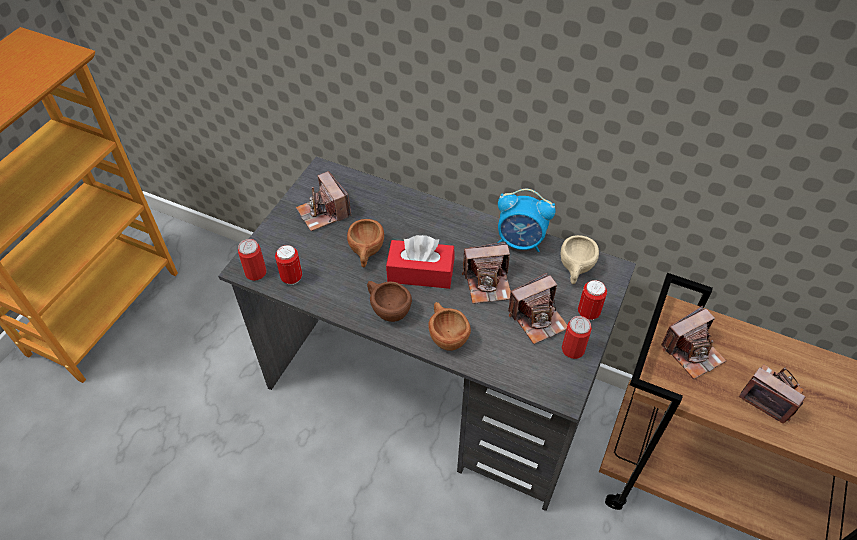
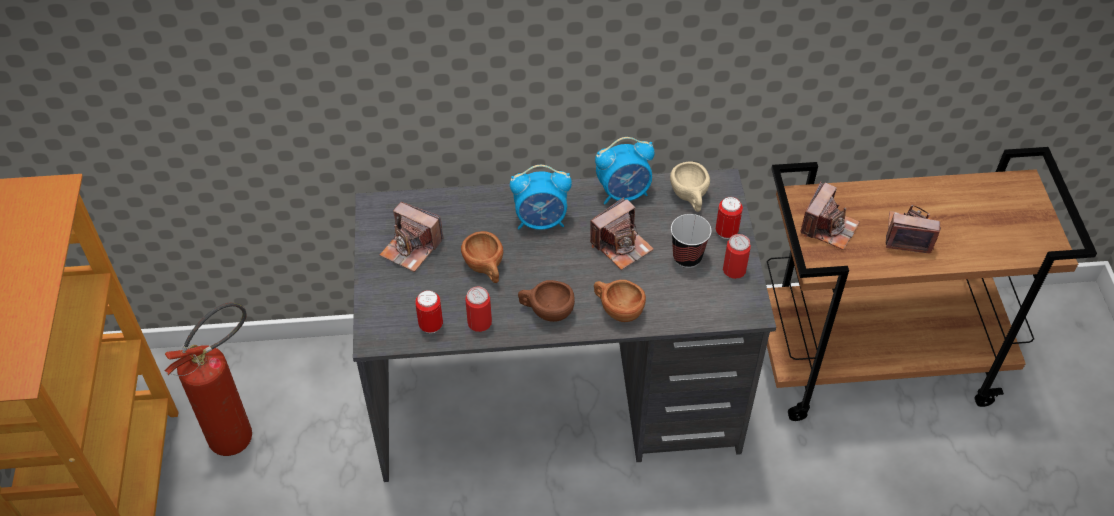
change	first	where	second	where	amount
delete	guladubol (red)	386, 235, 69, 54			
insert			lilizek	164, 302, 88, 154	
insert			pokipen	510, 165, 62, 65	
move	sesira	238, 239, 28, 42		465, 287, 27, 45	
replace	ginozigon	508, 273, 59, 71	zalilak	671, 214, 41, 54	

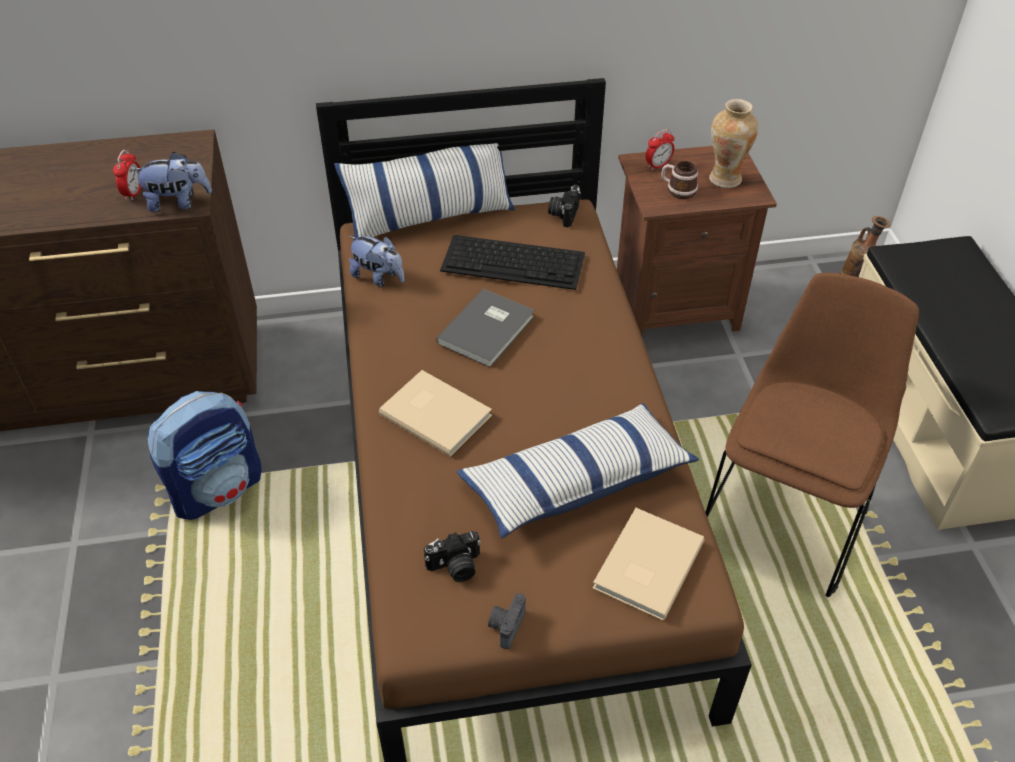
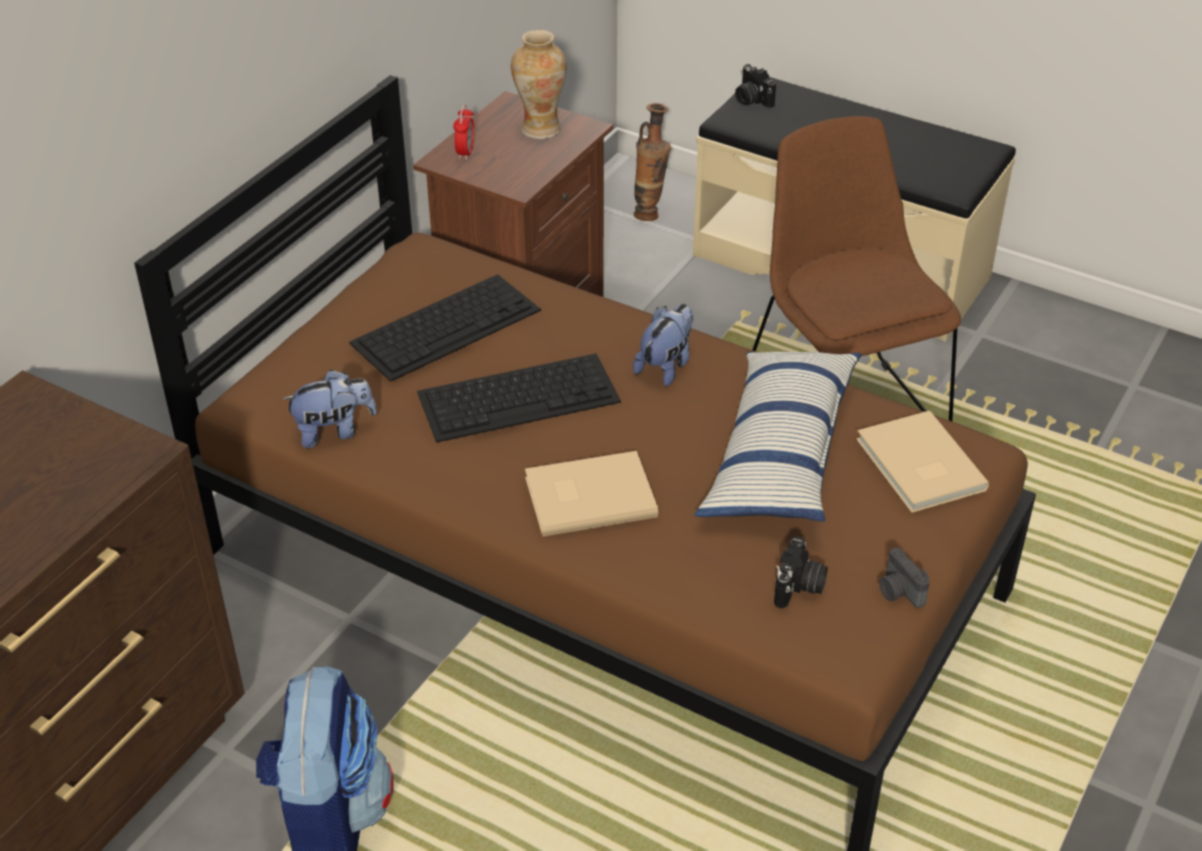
change	first	where	second	where	amount
delete	pokipen	113, 150, 29, 51			
delete	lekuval	334, 143, 181, 96			
delete	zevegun	661, 161, 37, 38			
move	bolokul	131, 152, 81, 61		633, 304, 60, 82	
move	ginozigon	548, 185, 33, 42		735, 64, 41, 44	
replace	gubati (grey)	436, 289, 99, 78	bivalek	417, 354, 204, 89	

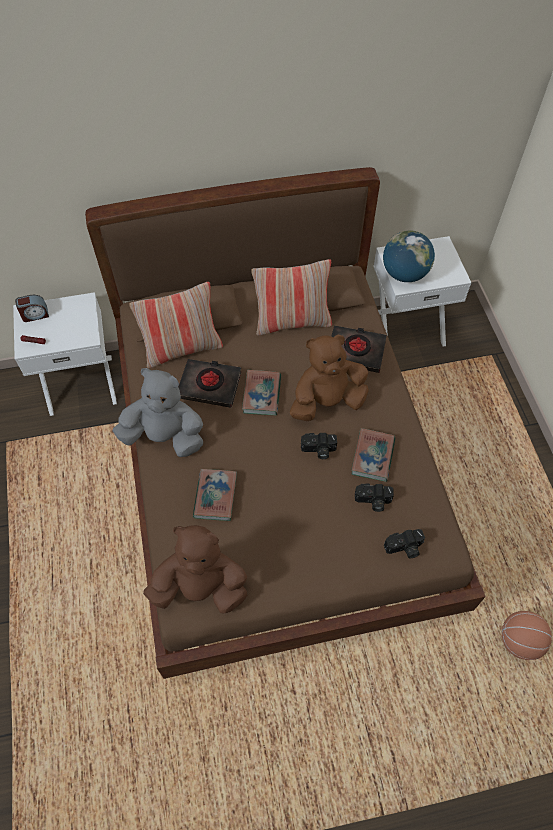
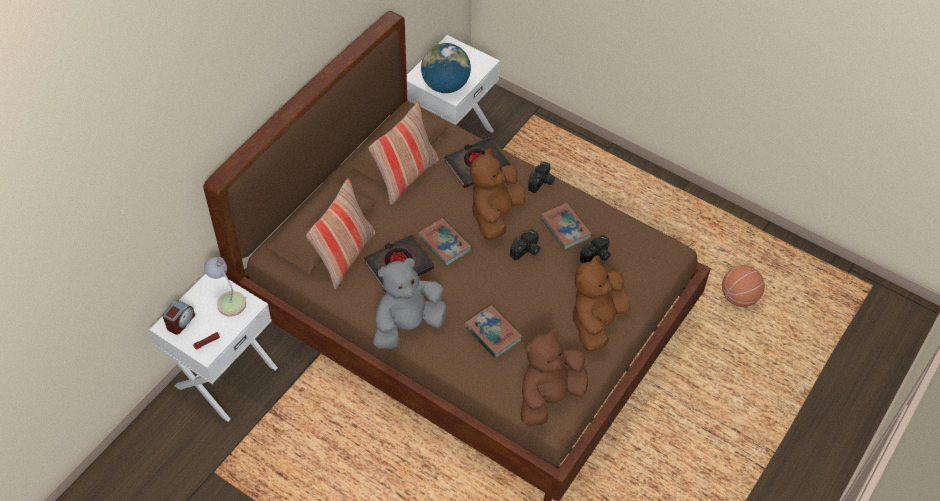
change	first	where	second	where	amount
insert			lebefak	204, 257, 42, 60	
insert			bolokul (brown)	572, 255, 58, 97	
move	ginozigon	384, 529, 41, 29		528, 161, 27, 32	

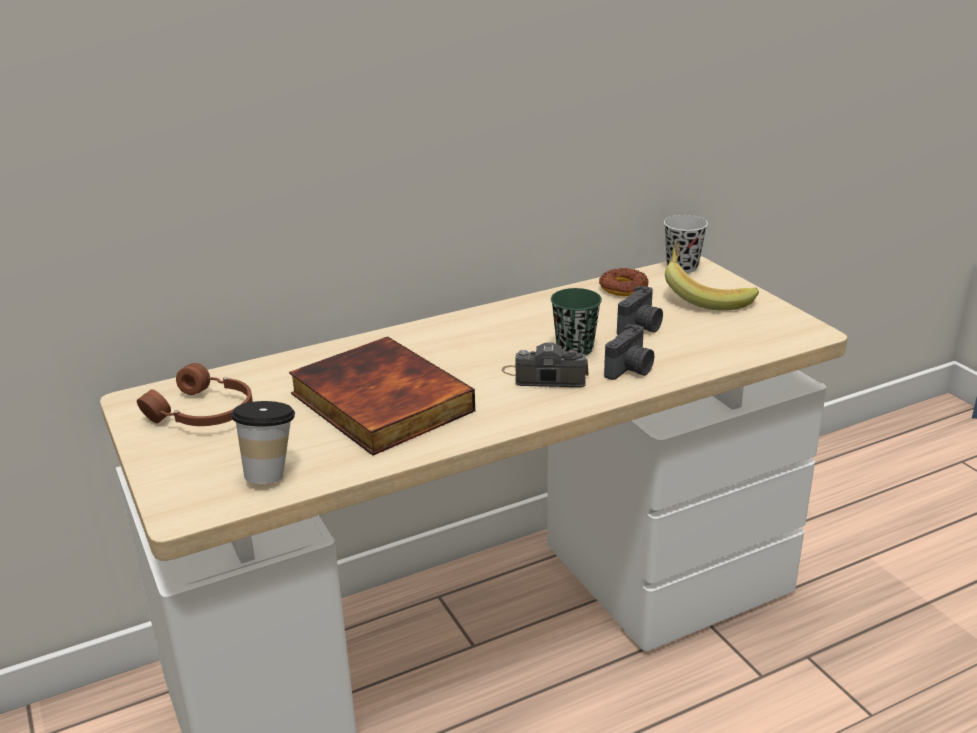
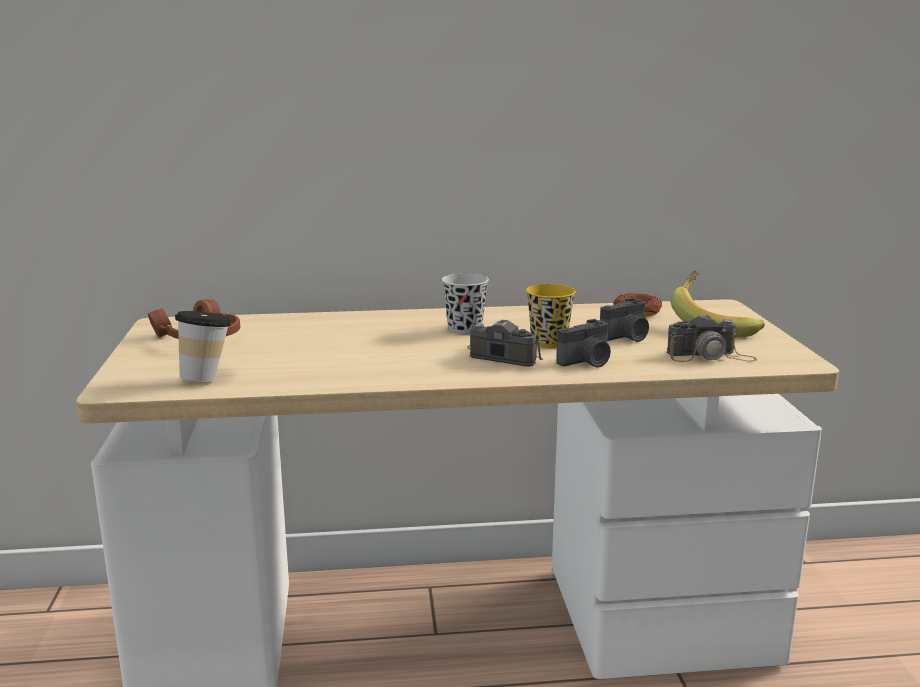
change	first	where	second	where	amount
delete	gubati	289, 336, 186, 119			
insert			ginozigon	667, 314, 91, 48	
move	zalilak (black)	664, 215, 44, 58		442, 273, 47, 61	
recolor	zalilak (green)	551, 288, 51, 67	zalilak (yellow)	526, 284, 50, 64	

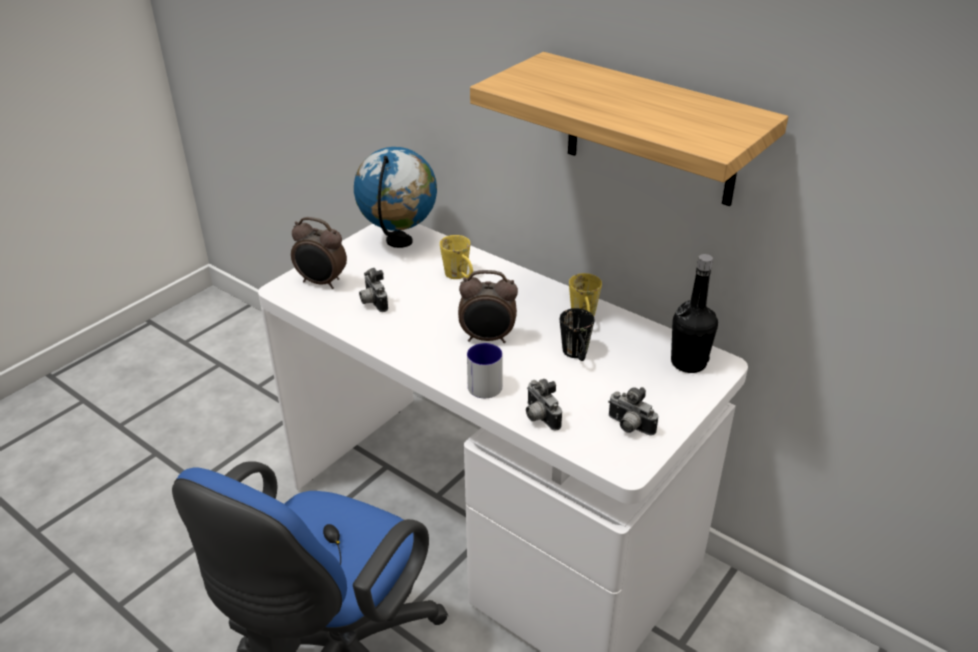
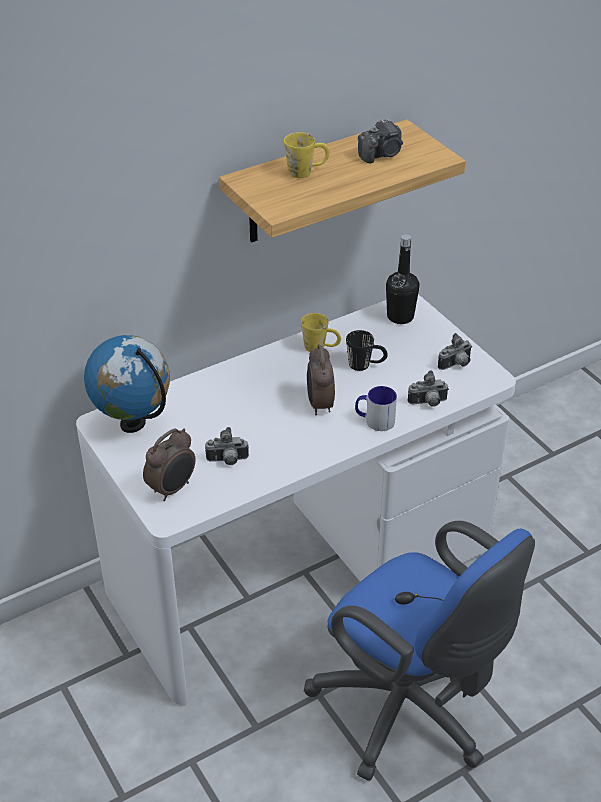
change	first	where	second	where	amount
insert			ginozigon	358, 118, 45, 45	
move	zevegun (yellow)	440, 235, 33, 44		284, 132, 46, 46	
rotate	pokipen	458, 270, 60, 73		307, 344, 28, 71	150 degrees clockwise

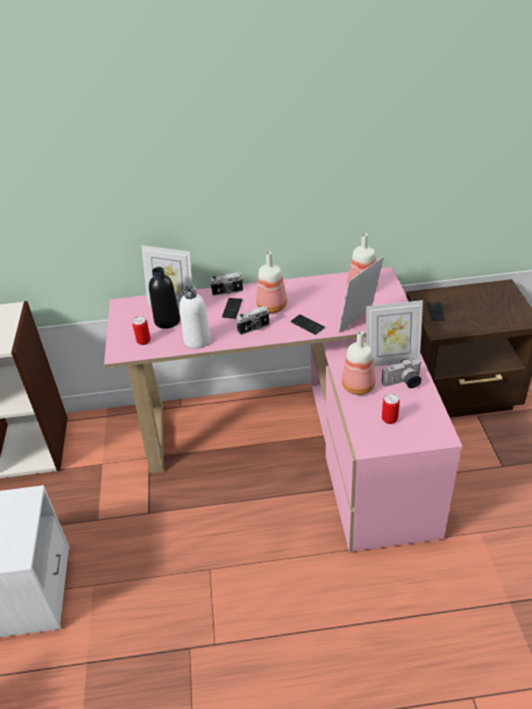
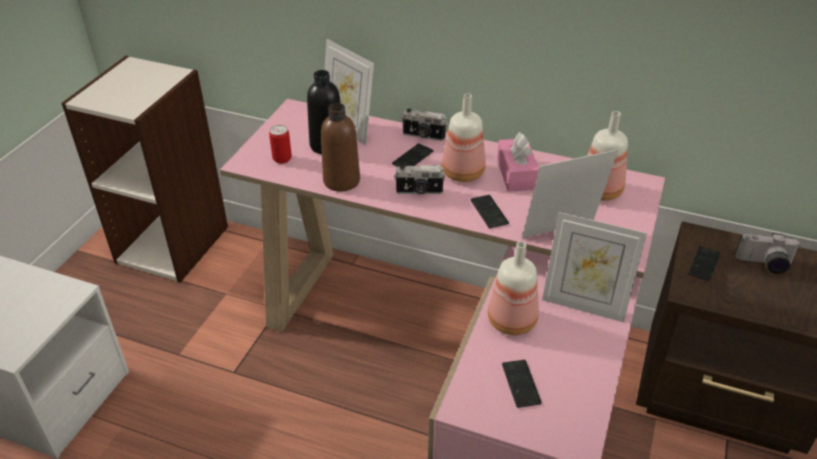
change	first	where	second	where	amount
insert			guladubol (pink)	497, 132, 42, 60	
move	ginozigon	382, 358, 40, 30		735, 233, 65, 41	
replace	sesira	382, 393, 18, 31	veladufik	502, 360, 40, 48	
recolor	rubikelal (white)	179, 285, 32, 64	rubikelal (brown)	321, 103, 39, 89	

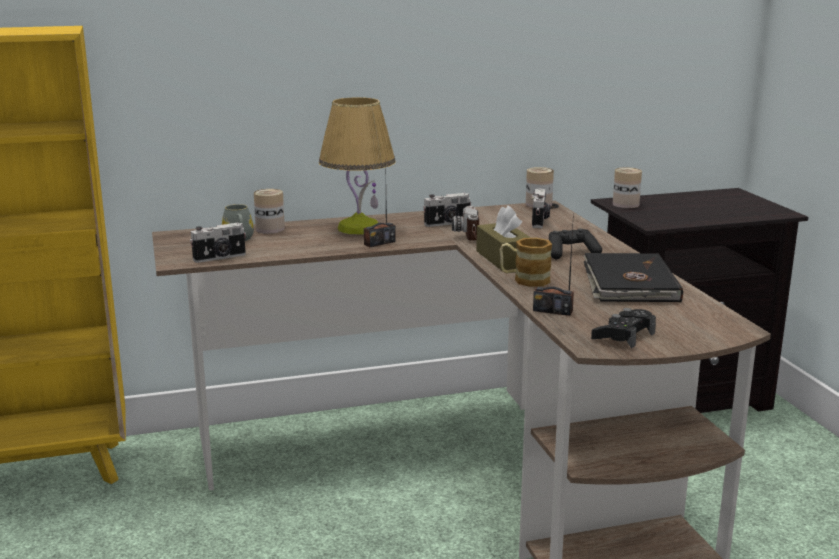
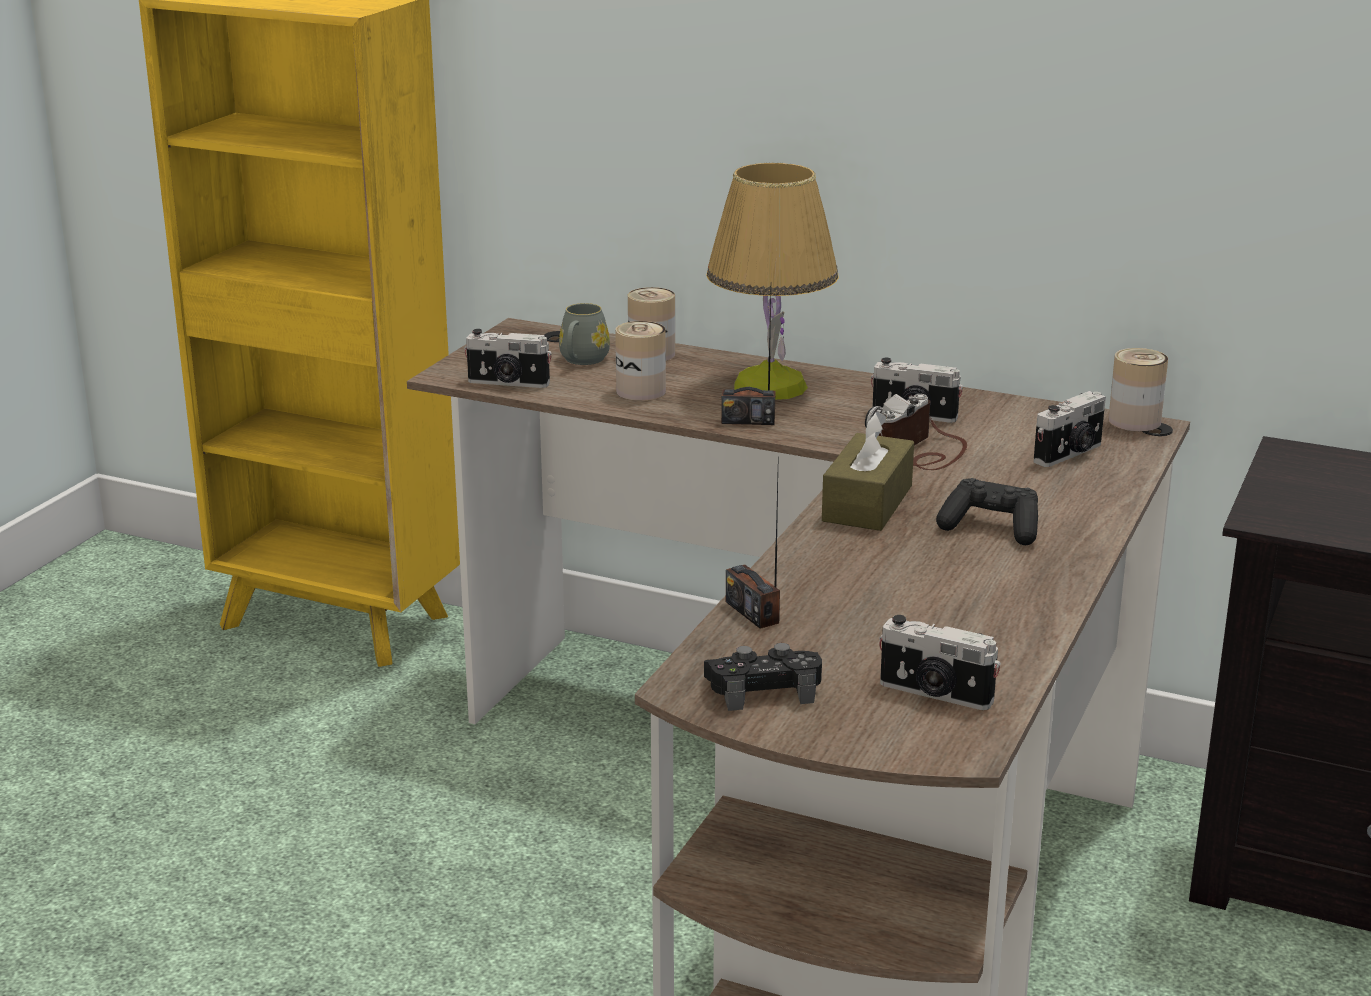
change	first	where	second	where	amount
delete	zevegun	500, 238, 52, 49			
delete	gubati (black)	583, 253, 100, 49			
insert			ginozigon	879, 615, 122, 95	
move	sesira	613, 167, 29, 41		615, 321, 51, 80	

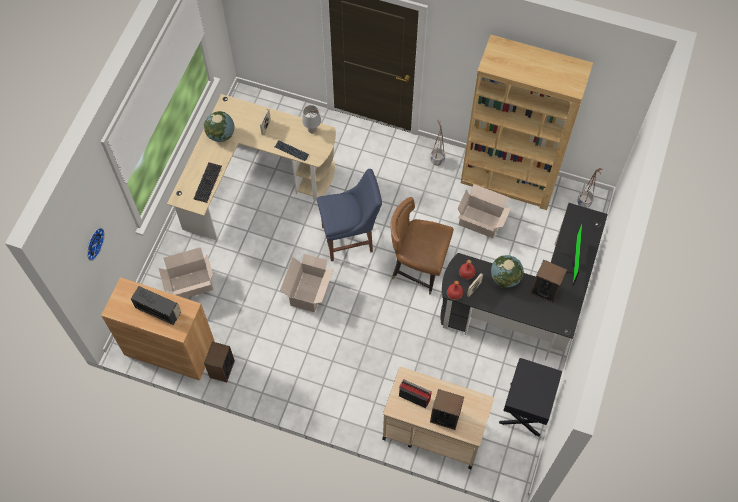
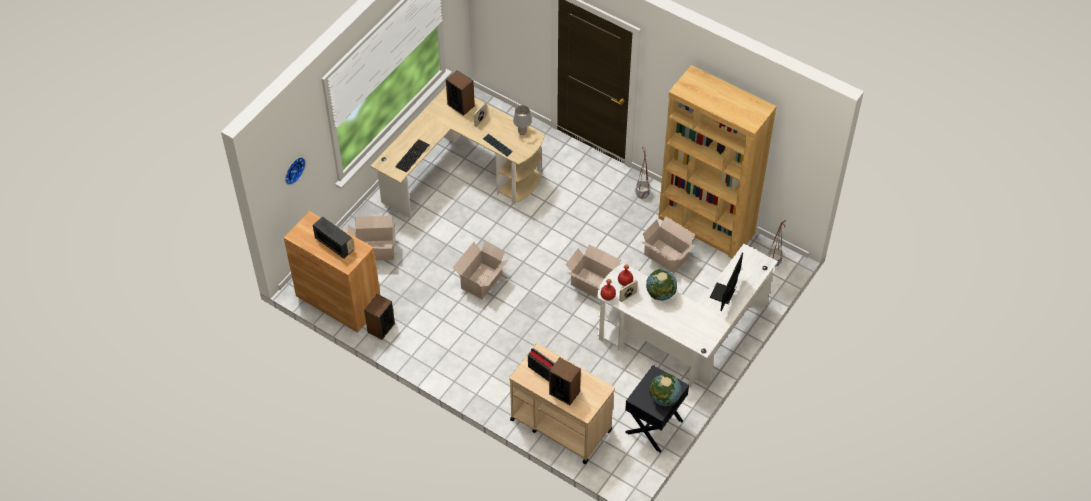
change	first	where	second	where	amount
delete	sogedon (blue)	317, 169, 65, 92			
move	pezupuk	204, 111, 30, 31		649, 374, 32, 32	
move	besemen	530, 260, 37, 43		446, 70, 29, 46	
replace	sogedon (brown)	390, 197, 64, 98	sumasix	566, 244, 55, 54	
recolor	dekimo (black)	441, 203, 167, 158	dekimo (white)	597, 244, 181, 145	

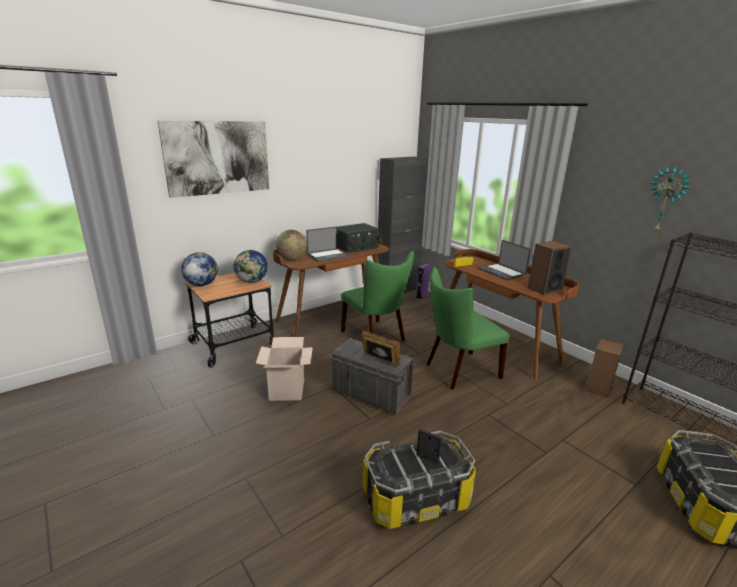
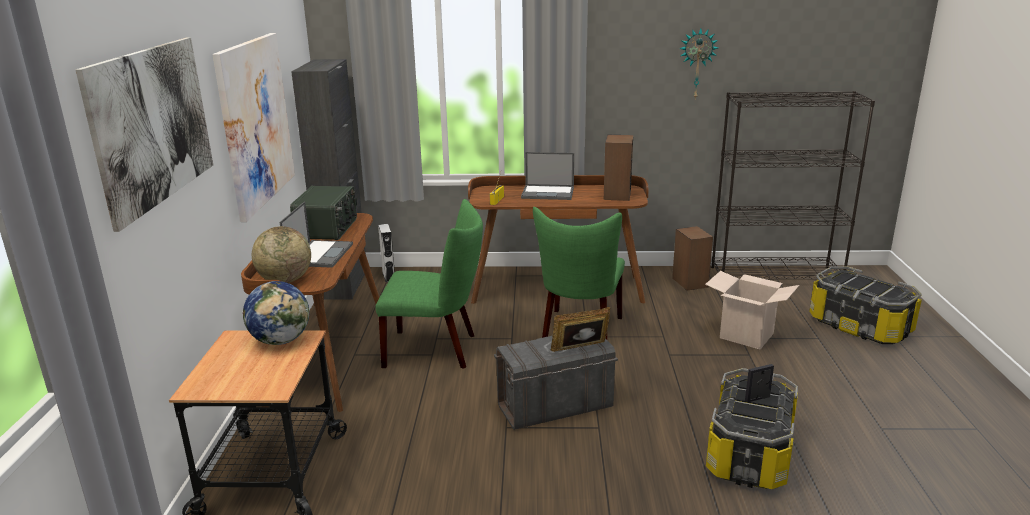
change	first	where	second	where	amount
delete	pezupuk	181, 252, 37, 34			
insert			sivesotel	212, 33, 83, 189	
move	sumasix	256, 337, 57, 64		705, 271, 94, 78	
recolor	besemen (purple)	416, 263, 15, 36	besemen (grey)	378, 224, 17, 58	

